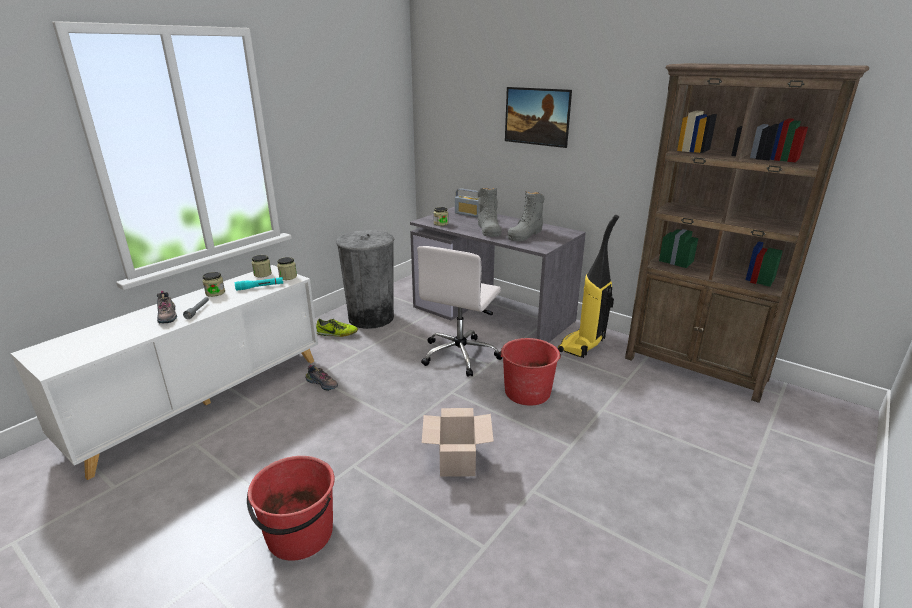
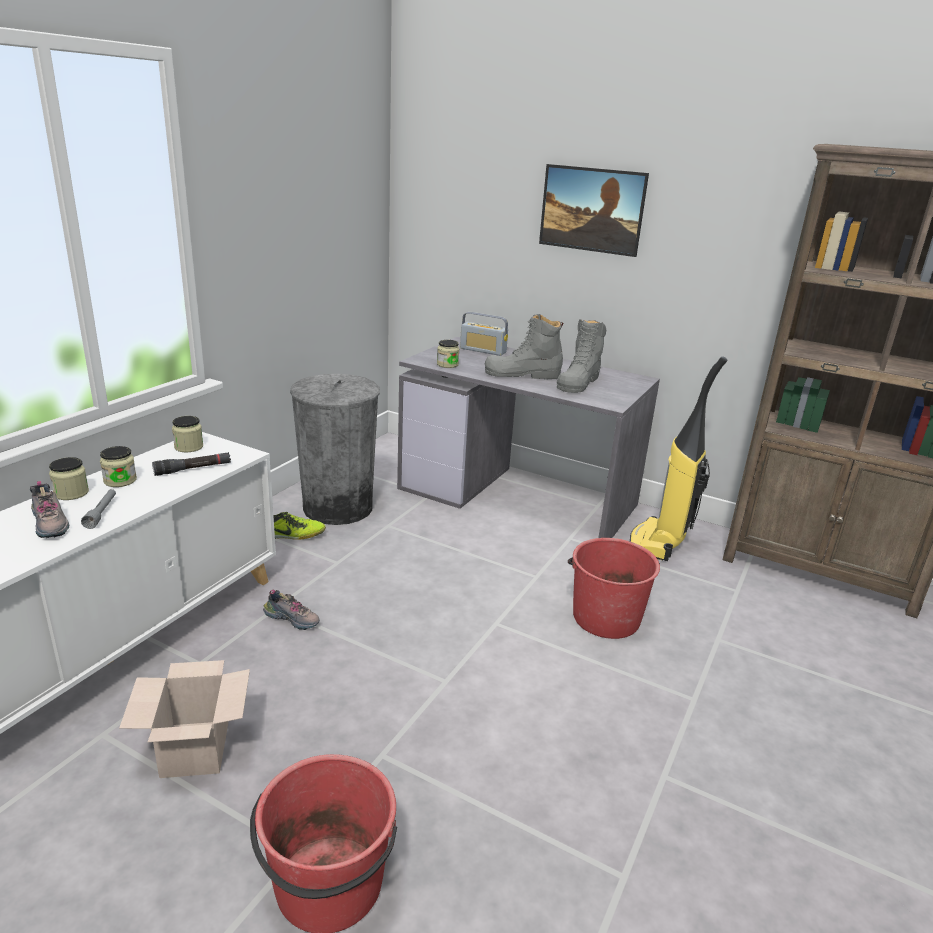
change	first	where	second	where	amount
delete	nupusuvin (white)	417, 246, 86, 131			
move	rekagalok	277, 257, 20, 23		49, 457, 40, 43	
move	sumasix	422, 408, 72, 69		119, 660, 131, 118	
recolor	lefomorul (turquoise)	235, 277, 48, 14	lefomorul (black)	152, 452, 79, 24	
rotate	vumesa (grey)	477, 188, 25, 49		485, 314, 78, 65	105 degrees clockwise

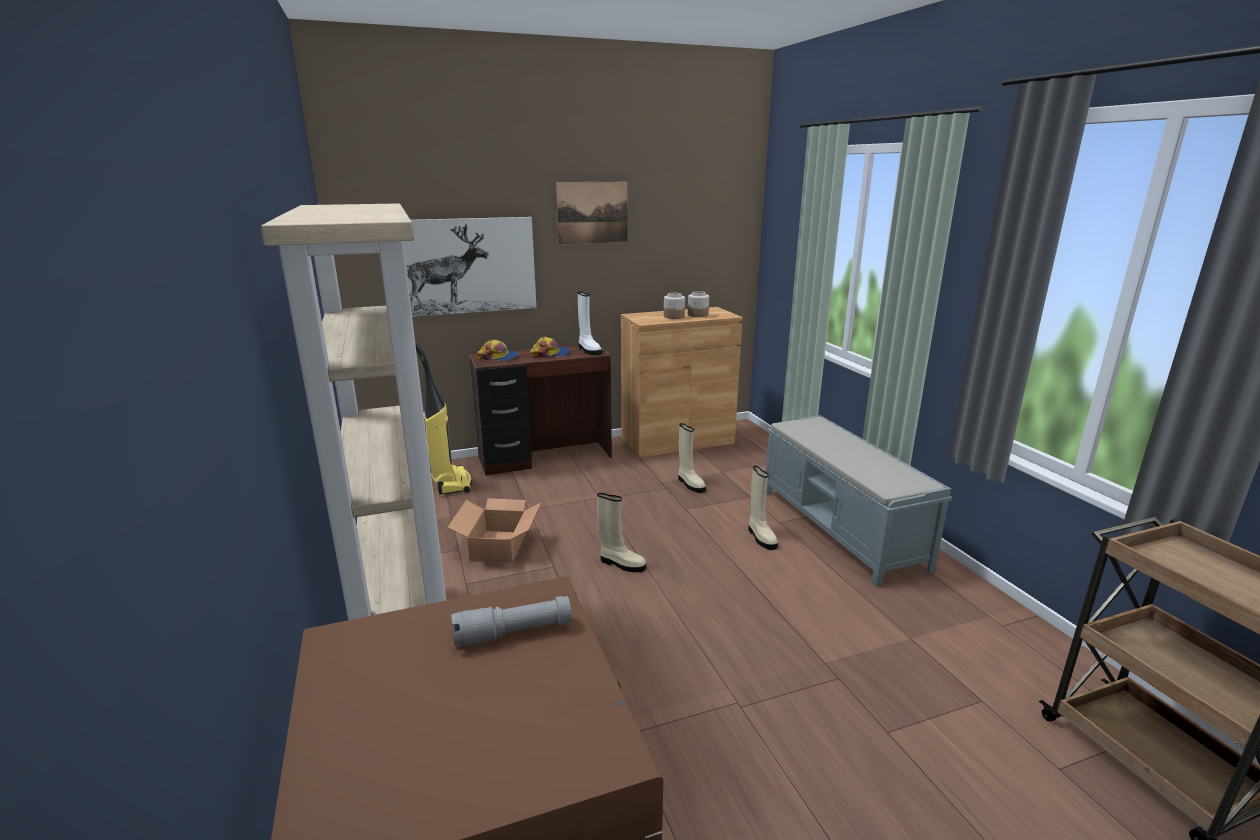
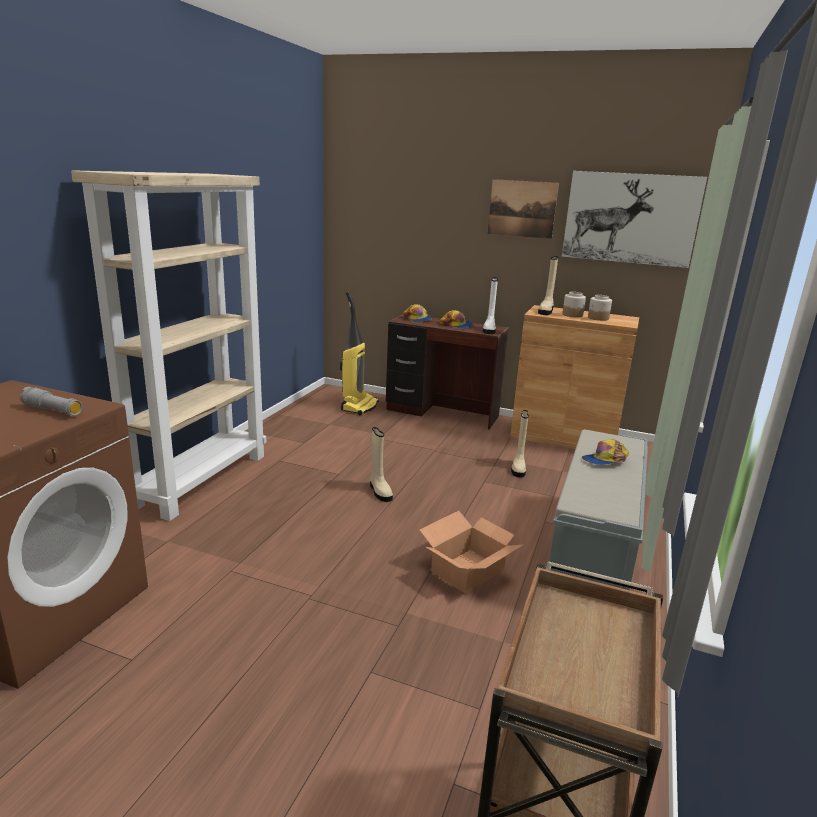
change	first	where	second	where	amount
insert			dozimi	582, 439, 47, 26	
move	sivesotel	403, 217, 133, 100		562, 171, 145, 97	
move	sumasix	448, 498, 93, 65		420, 511, 104, 83	
move	vumesa (beige)	748, 466, 30, 84		538, 256, 20, 59	

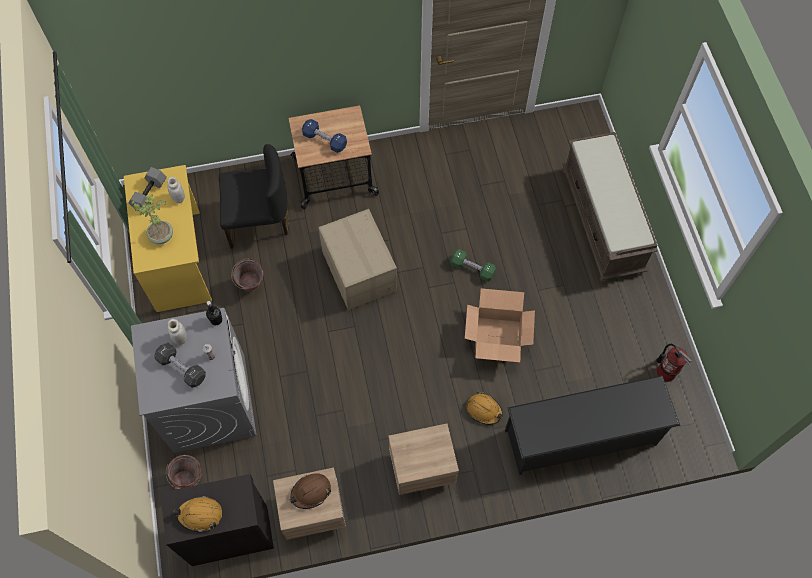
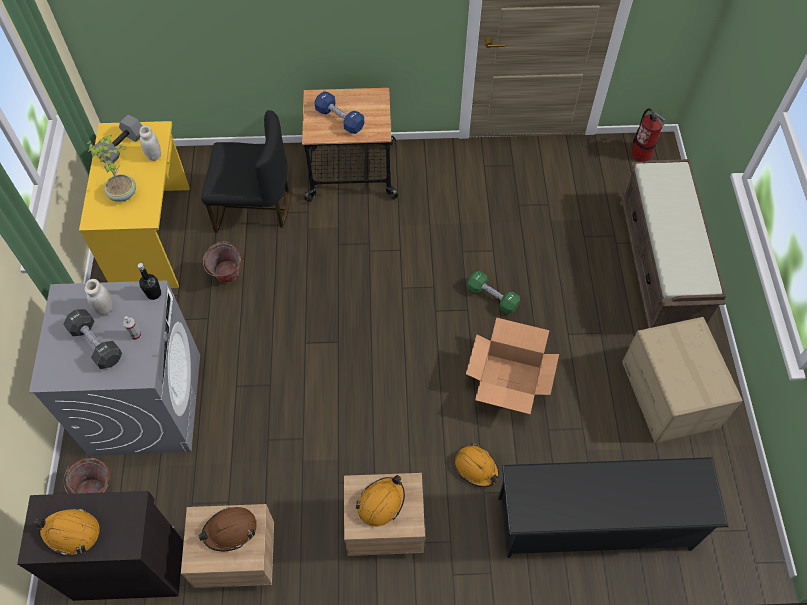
change	first	where	second	where	amount
insert			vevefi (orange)	356, 475, 49, 52	
move	sumasix	318, 209, 79, 101		622, 317, 121, 126	
move	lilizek	656, 344, 36, 38		631, 108, 35, 54	

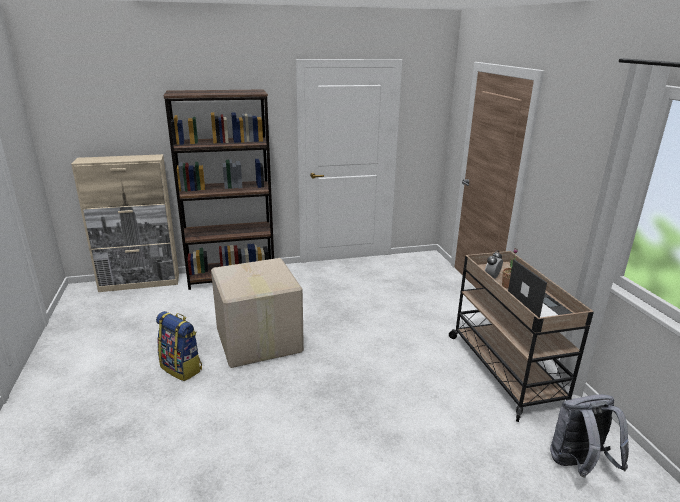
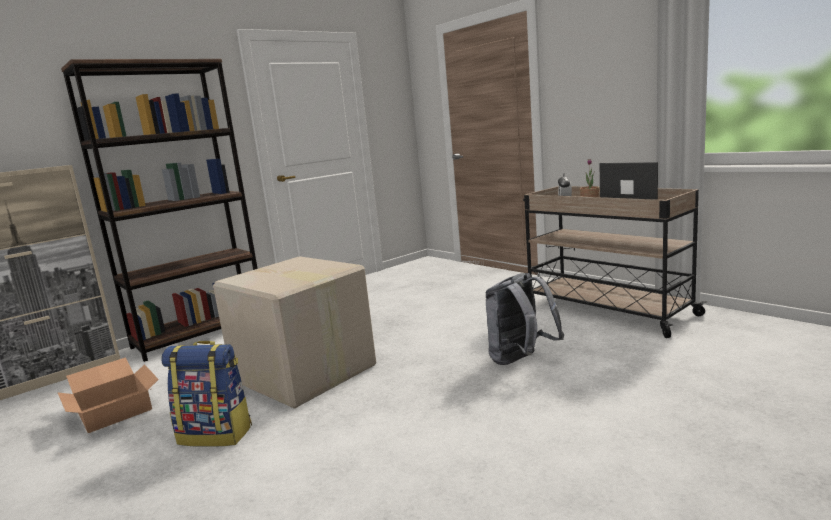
change	first	where	second	where	amount
insert			sumasix	57, 357, 102, 76	
move	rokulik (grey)	550, 394, 79, 84		486, 273, 78, 92	

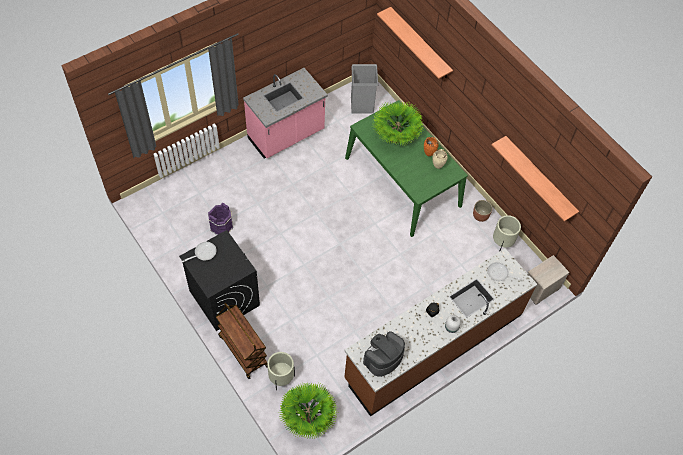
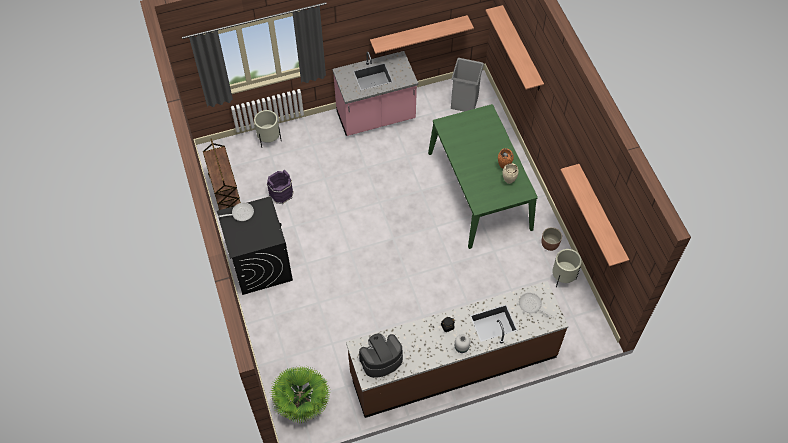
change	first	where	second	where	amount
delete	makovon	373, 102, 51, 44			
delete	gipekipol	528, 255, 41, 50			
insert			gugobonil	370, 15, 104, 39	
move	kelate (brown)	216, 303, 52, 76		203, 139, 38, 71	
move	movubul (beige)	267, 352, 28, 39		254, 110, 27, 38	

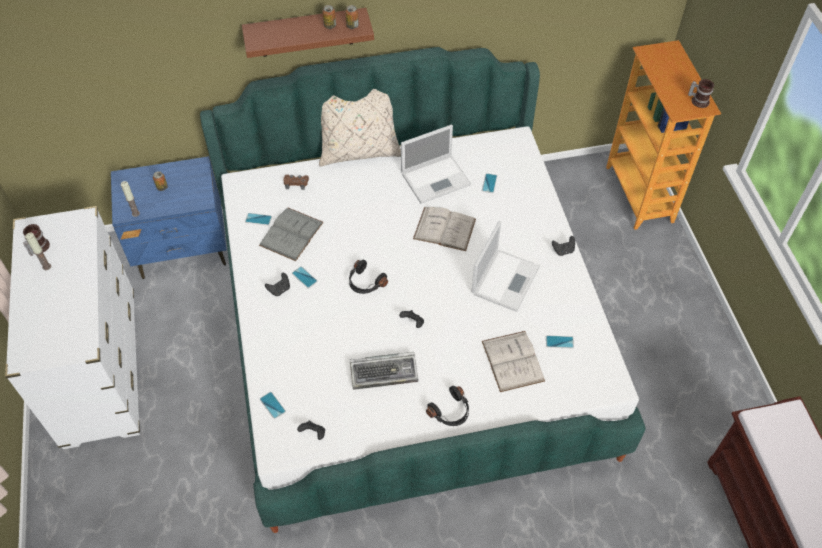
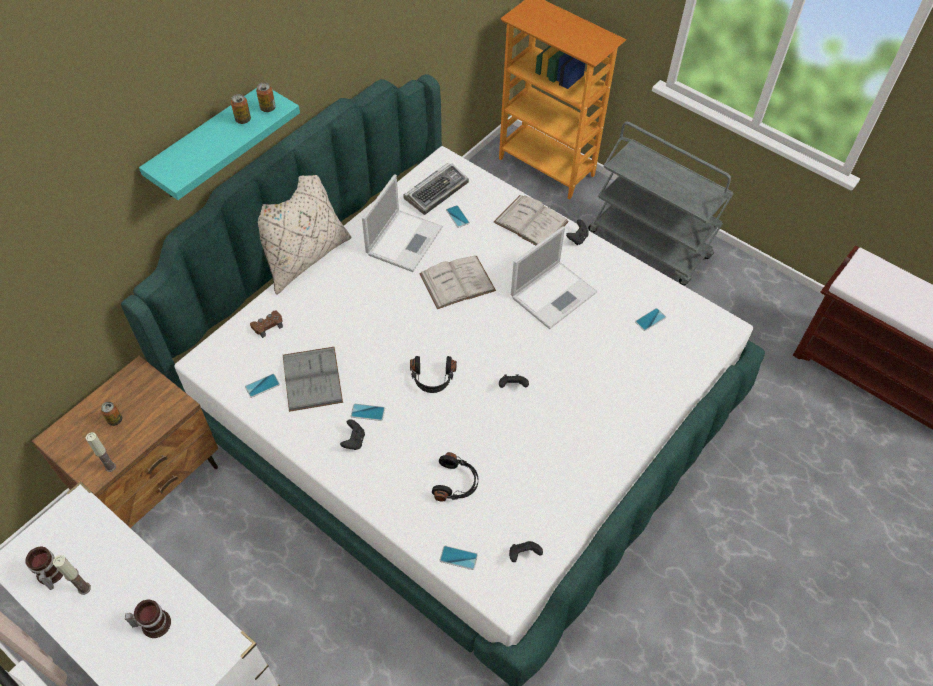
change	first	where	second	where	amount
insert			kelate (grey)	588, 121, 146, 165	
move	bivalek	350, 352, 68, 38		403, 163, 66, 52	
move	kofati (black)	426, 386, 43, 40		432, 452, 46, 50	
move	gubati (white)	482, 331, 63, 61		494, 195, 75, 50	
move	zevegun	688, 79, 26, 29		125, 599, 46, 39	
recolor	gipekipol (blue)	111, 156, 116, 123	gipekipol (brown)	32, 355, 186, 173	
recolor	gugobonil (brown)	242, 8, 132, 50	gugobonil (turquoise)	139, 88, 161, 112	
rotate	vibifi	471, 221, 69, 91		511, 226, 86, 103	60 degrees clockwise

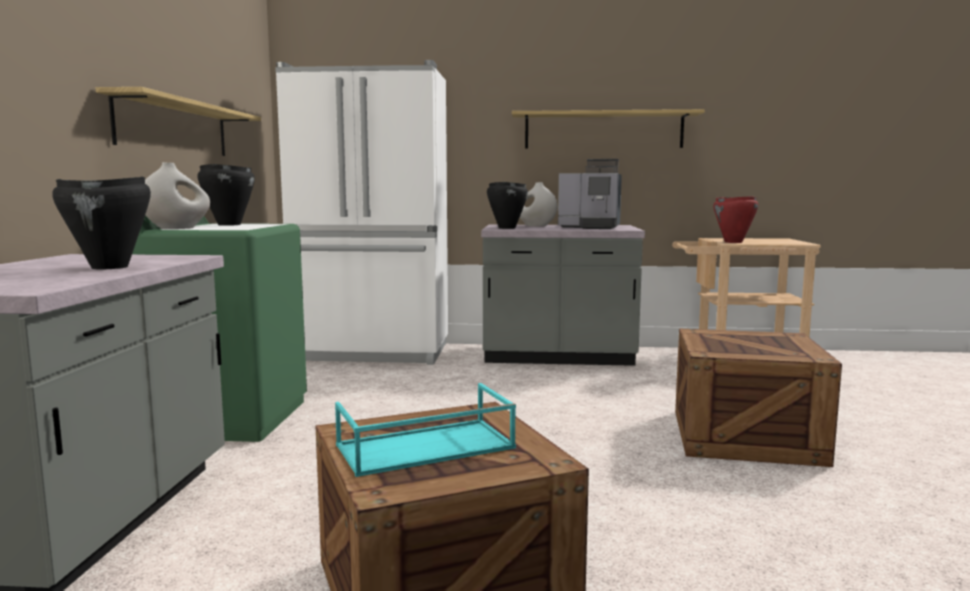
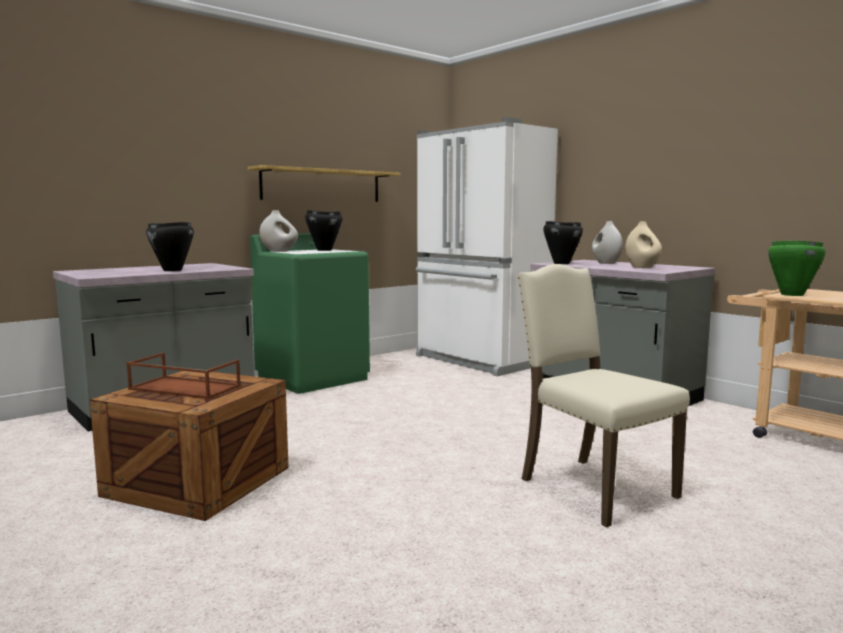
change	first	where	second	where	amount
delete	gugobonil	512, 109, 193, 40			
replace	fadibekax	558, 159, 64, 70	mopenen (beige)	625, 221, 37, 47	
replace	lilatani	675, 329, 167, 138	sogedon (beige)	518, 264, 172, 263	
recolor	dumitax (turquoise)	335, 383, 181, 94	dumitax (brown)	126, 353, 115, 46	
recolor	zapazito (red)	713, 196, 45, 47	zapazito (green)	768, 240, 58, 56	

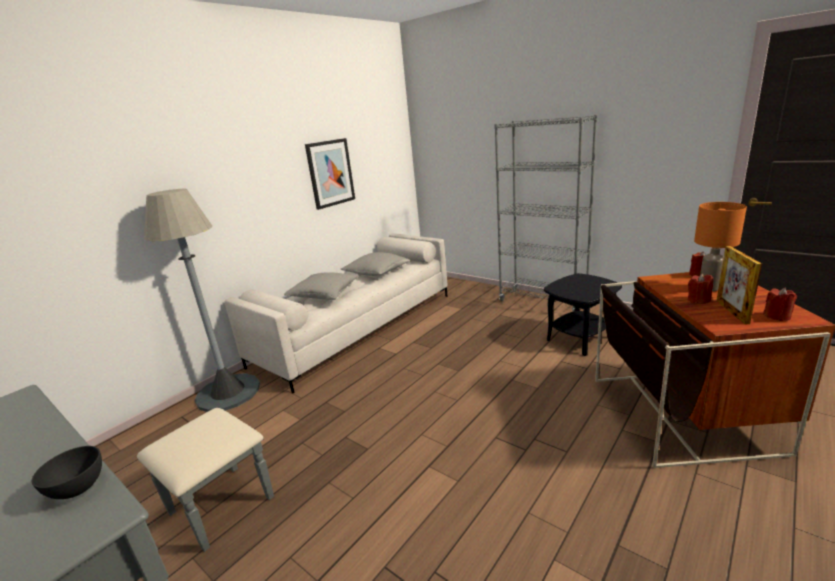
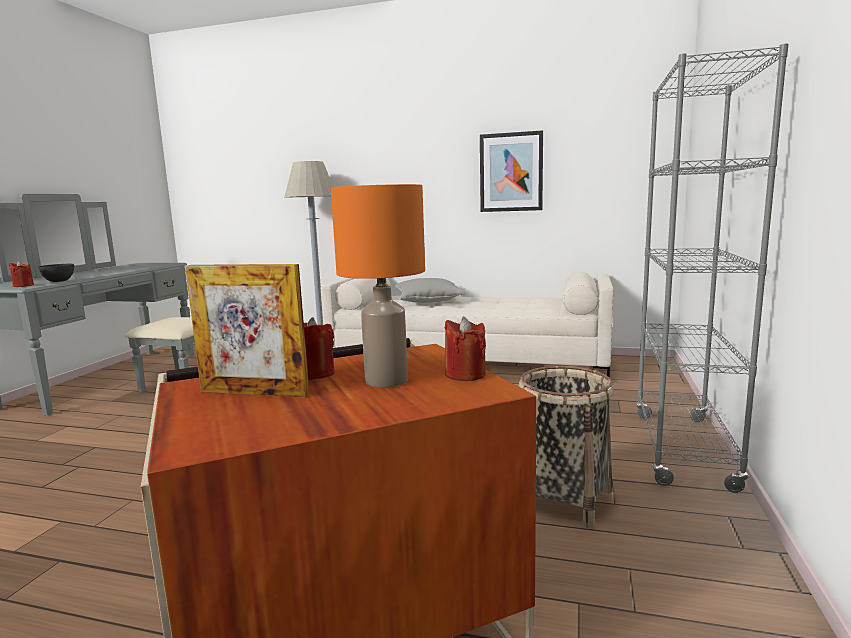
change	first	where	second	where	amount
delete	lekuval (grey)	340, 252, 70, 24			
move	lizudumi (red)	763, 288, 34, 33		9, 261, 25, 26	
replace	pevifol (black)	544, 273, 78, 83	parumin	519, 366, 95, 162	
rotate	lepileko	716, 246, 46, 78		185, 264, 124, 133	150 degrees counterclockwise

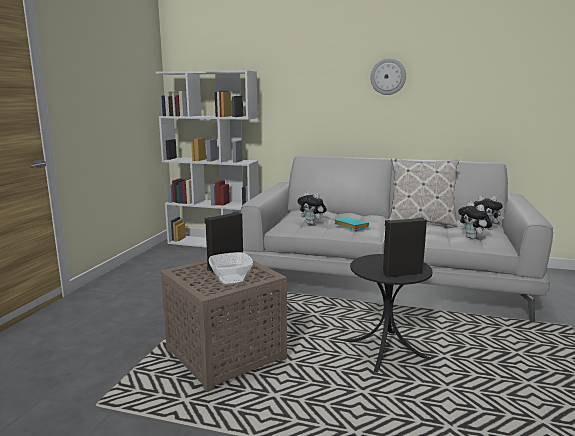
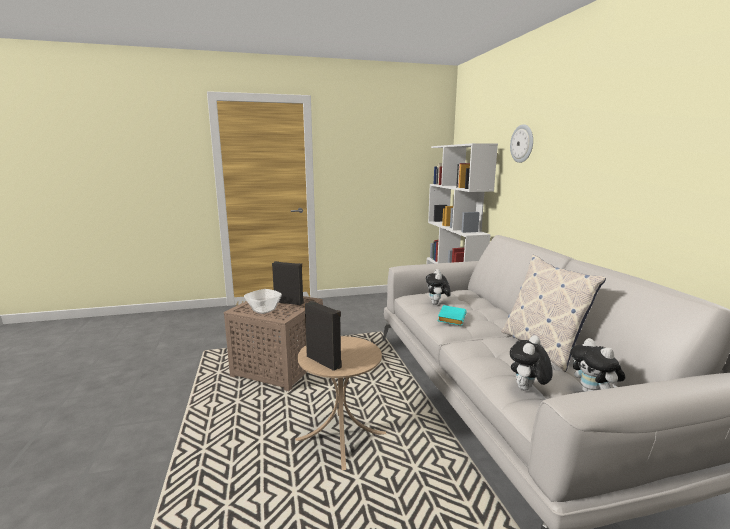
change	first	where	second	where	amount
move	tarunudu	370, 58, 36, 37		510, 124, 23, 39	
recolor	pevifol (black)	343, 254, 90, 119	pevifol (beige)	295, 336, 91, 134	

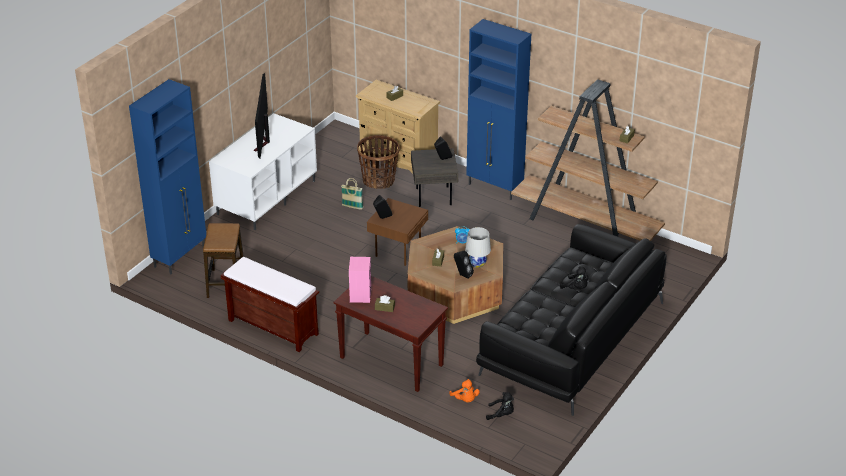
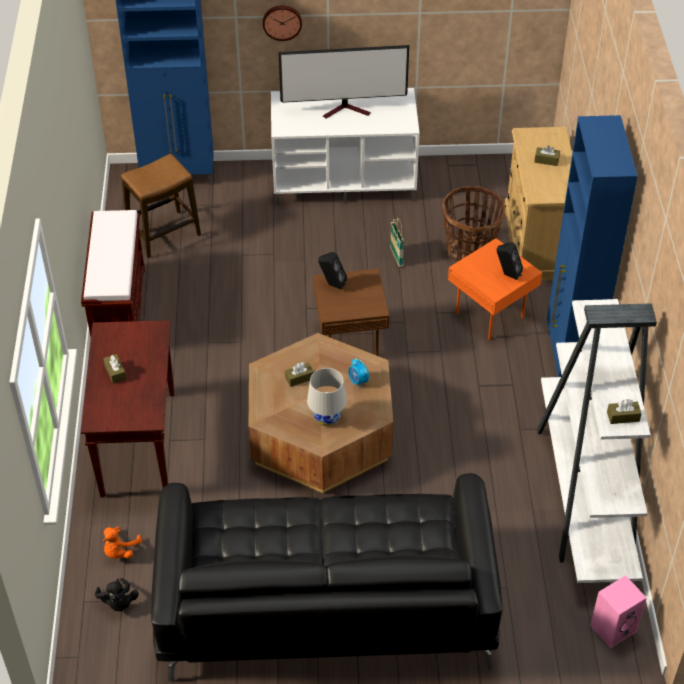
change	first	where	second	where	amount
delete	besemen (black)	454, 251, 20, 28			
delete	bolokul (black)	560, 266, 28, 23			
insert			tarunudu	263, 5, 39, 36	
move	besemen (pink)	349, 257, 22, 46		590, 575, 57, 73	
recolor	pevifol (grey)	411, 149, 47, 58	pevifol (orange)	448, 238, 94, 102	
recolor	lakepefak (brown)	511, 79, 154, 162	lakepefak (white)	537, 299, 120, 284	
rotate	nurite	254, 73, 16, 85		278, 45, 131, 73	150 degrees counterclockwise

